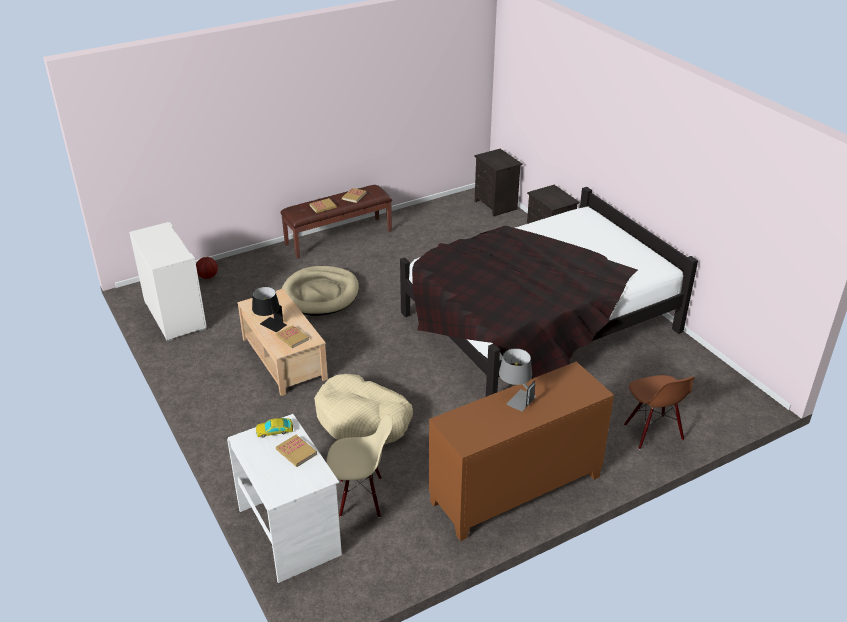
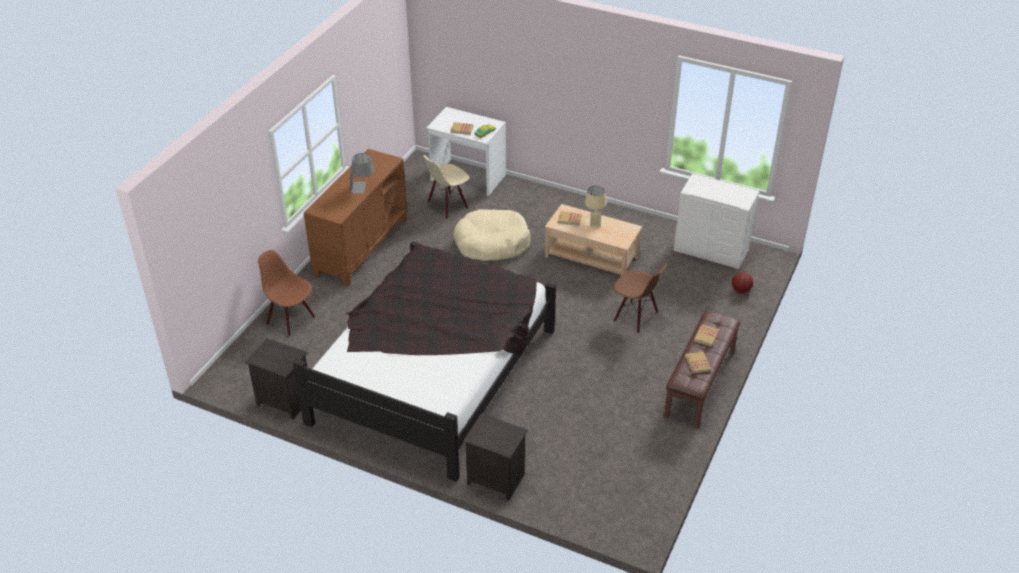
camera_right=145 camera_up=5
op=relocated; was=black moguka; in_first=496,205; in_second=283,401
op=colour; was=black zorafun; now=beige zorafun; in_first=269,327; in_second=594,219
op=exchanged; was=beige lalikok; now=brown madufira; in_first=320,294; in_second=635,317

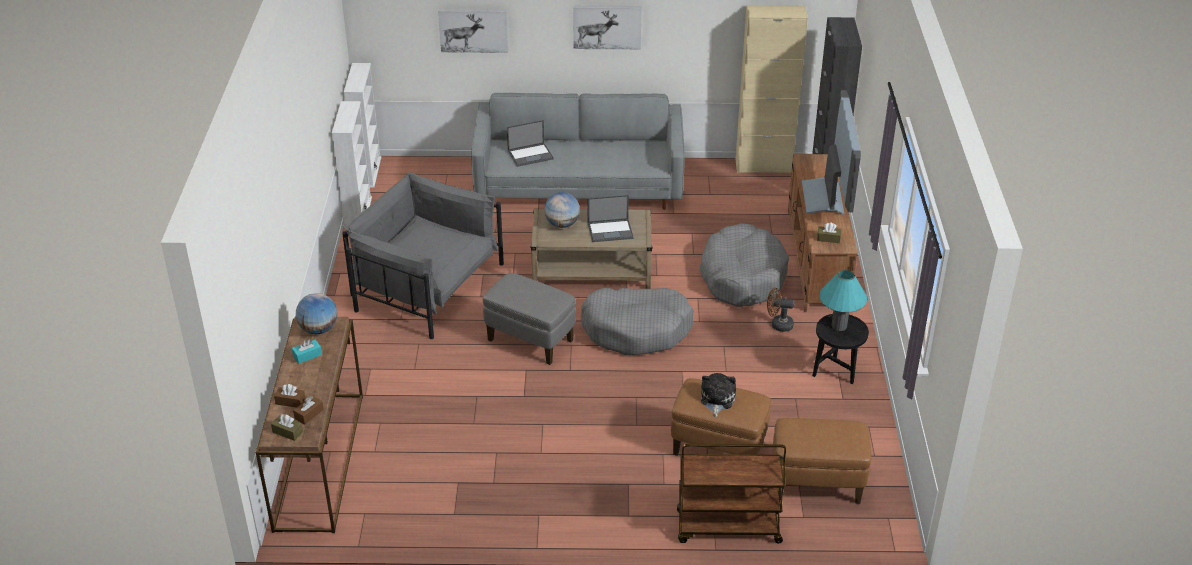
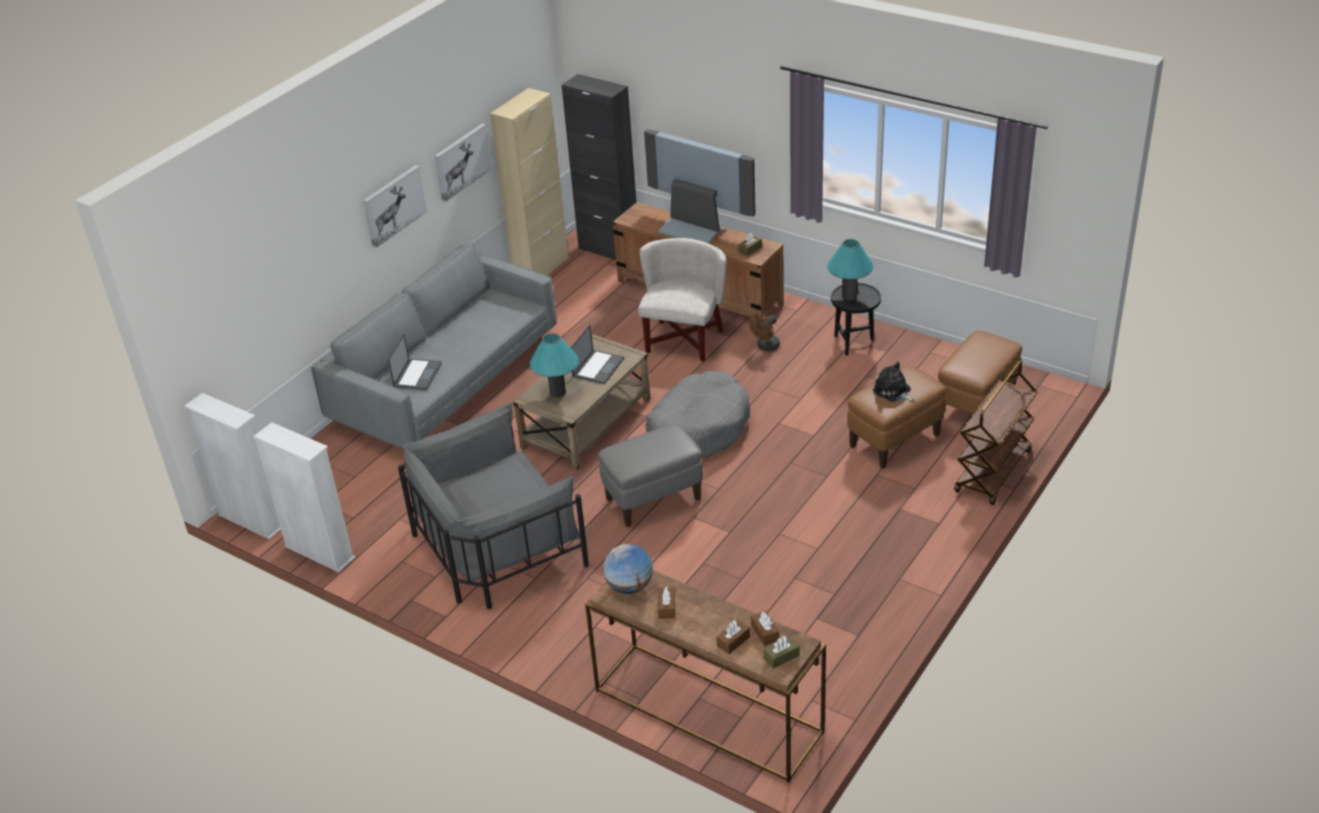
camera_right=-55 camera_up=0
op=relocated; was=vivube; in_first=473,30; in_second=462,161
op=exchanged; was=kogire; now=turquoise zorafun; in_first=562,224; in_second=557,392
op=exchanged; was=grey lalikok; now=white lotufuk; in_first=742,276; in_second=683,340
op=colour; was=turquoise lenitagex; now=brown lenitagex; in_first=307,355; in_second=666,607

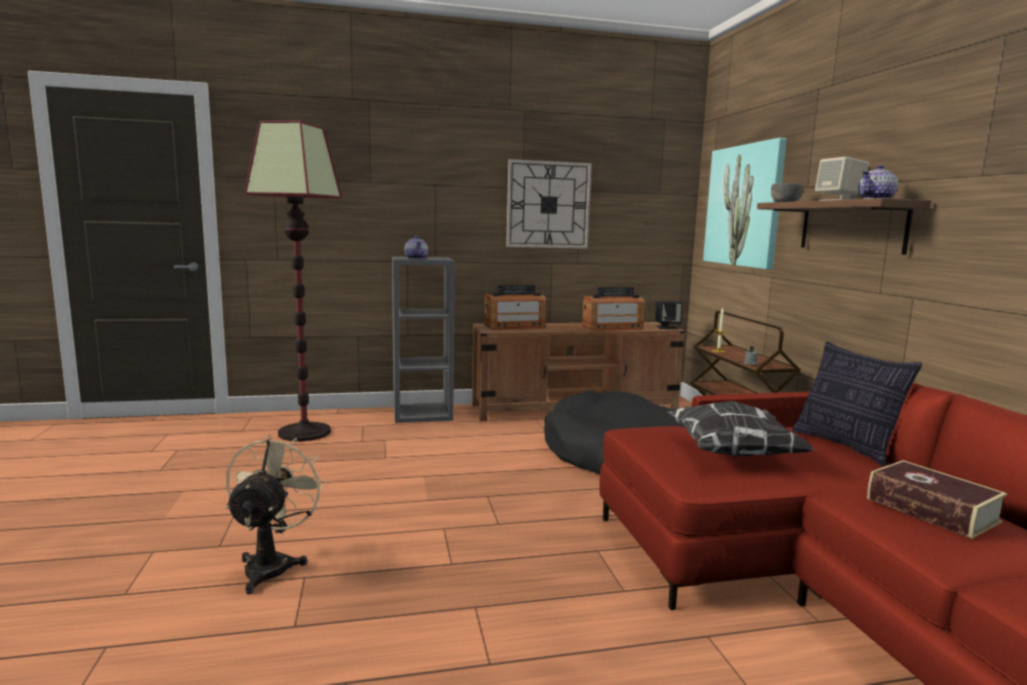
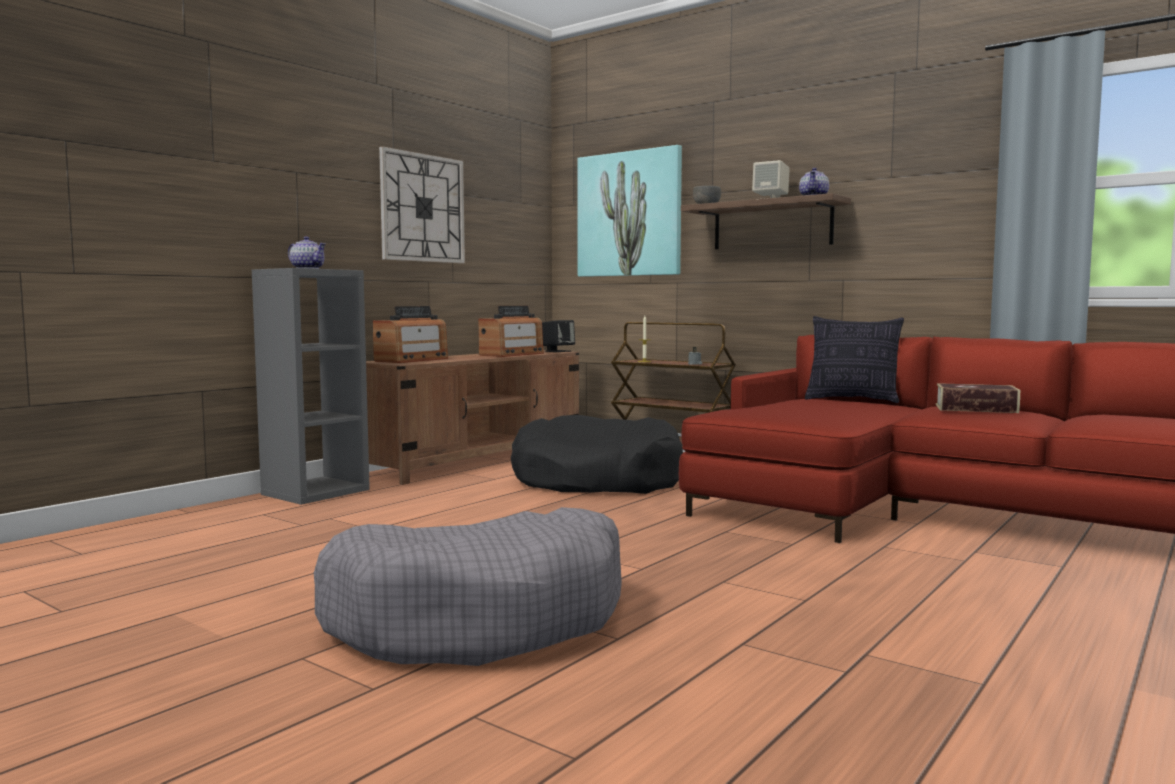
camera_right=-40 camera_up=-5
op=exchanged; was=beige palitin; now=grey lalikok; in_first=272,564; in_second=480,619
op=missing; was=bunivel; in_first=305,432
op=missing; was=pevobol; in_first=733,453

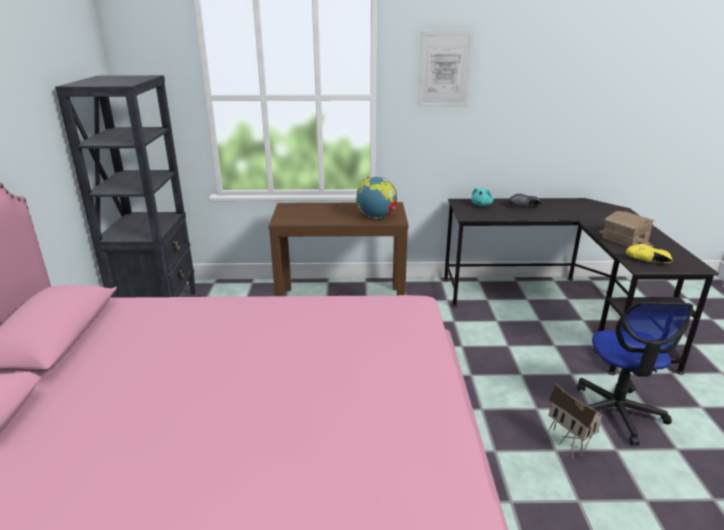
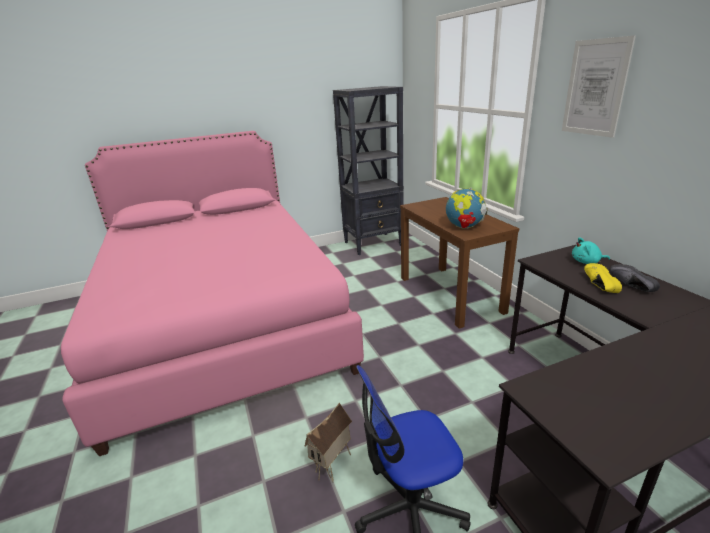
camera_right=70 camera_up=0
op=relocated; was=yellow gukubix; in_first=648,262; in_second=596,285
op=missing; was=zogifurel; in_first=624,239

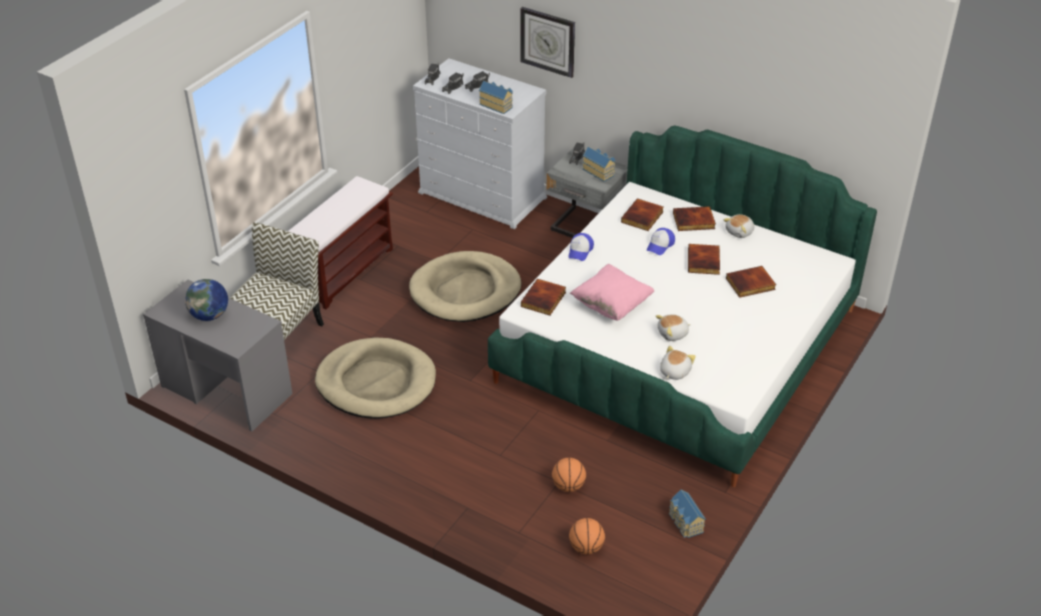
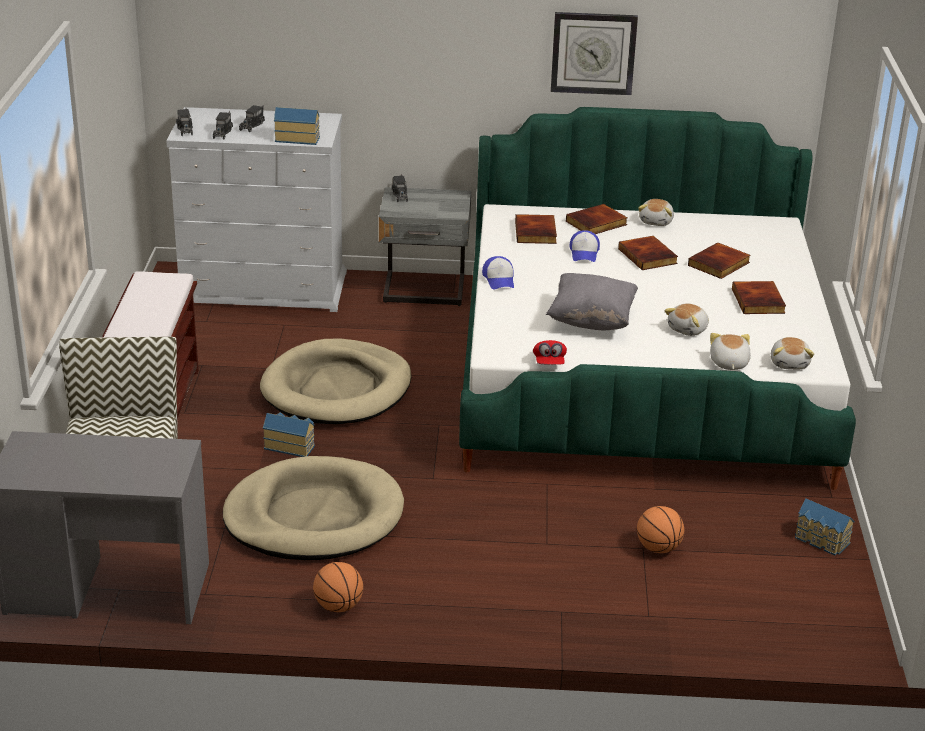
camera_right=-30 camera_up=-10
op=relocated; was=zogifurel; in_first=599,171; in_second=290,446
op=relocated; was=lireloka; in_first=586,547; in_second=338,606
op=appeared; now=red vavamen; in_second=549,362
op=colour; was=pink pevobol; now=grey pevobol; in_first=611,305; in_second=591,321
op=relocated; was=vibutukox; in_first=548,41; in_second=593,53
op=relocated; was=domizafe; in_first=544,299; in_second=759,301
op=appeared; now=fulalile; in_second=790,363
op=missing; was=kogire; in_first=210,315

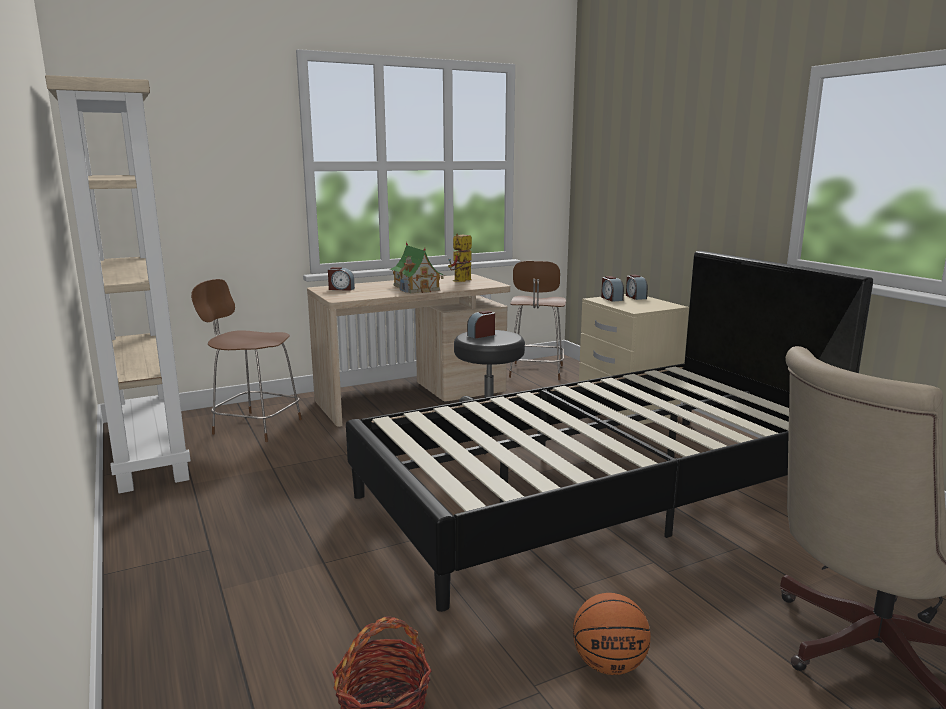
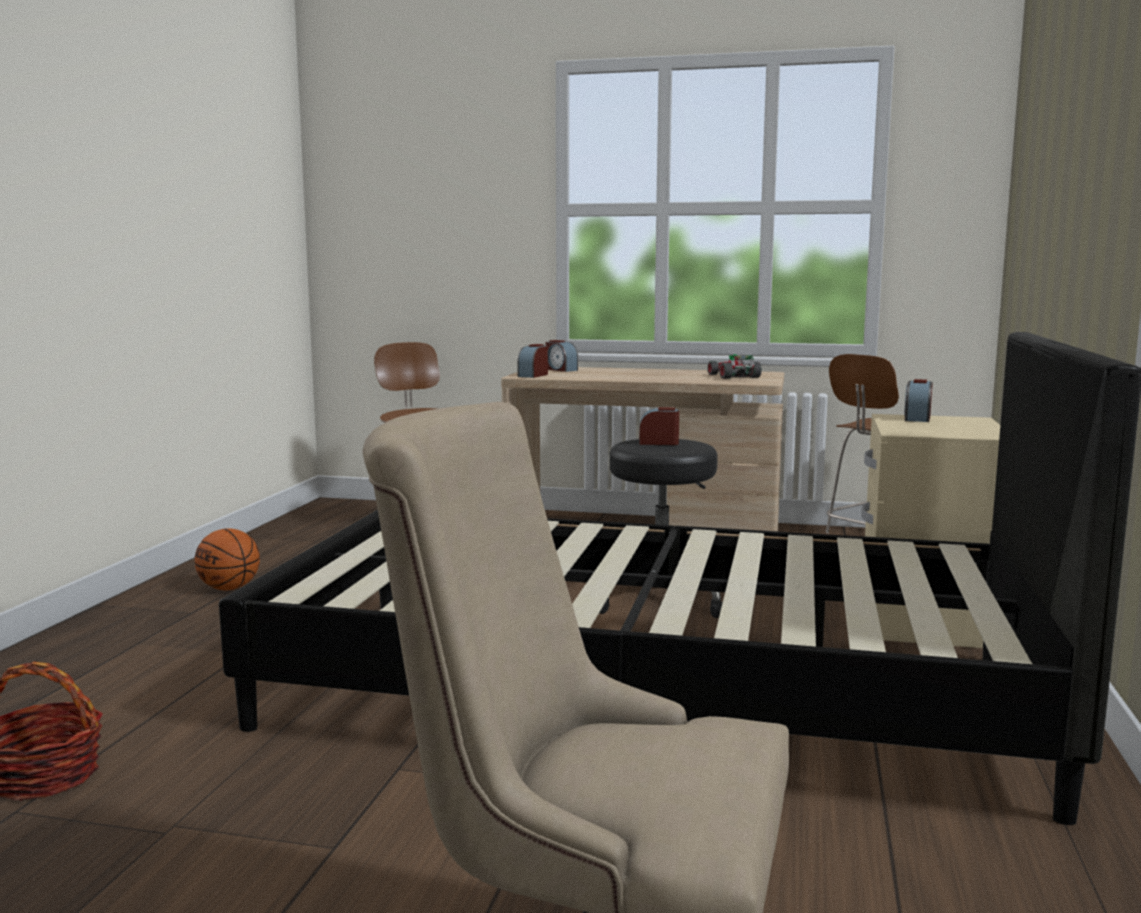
camera_right=40 camera_up=-5
op=relocated; was=lireloka; in_first=609,665; in_second=229,588
op=relocated; was=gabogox; in_first=635,297; in_second=533,375
op=exchanged; was=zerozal; now=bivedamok; in_first=461,281; in_second=731,376
op=missing; was=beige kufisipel; in_first=147,451
op=missing; was=zogifurel; in_first=416,288

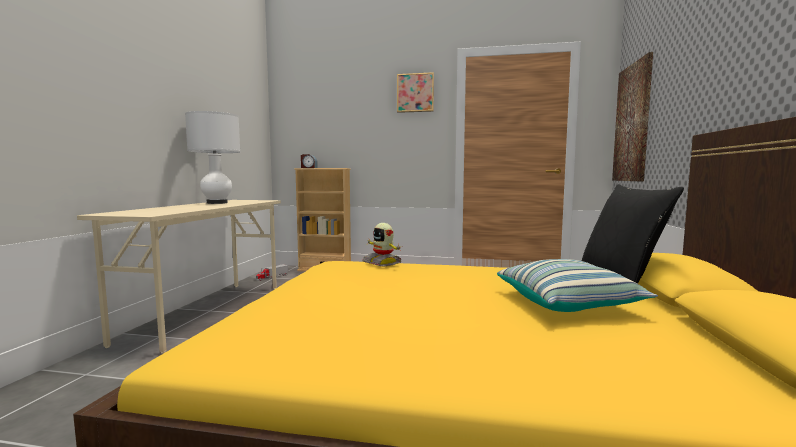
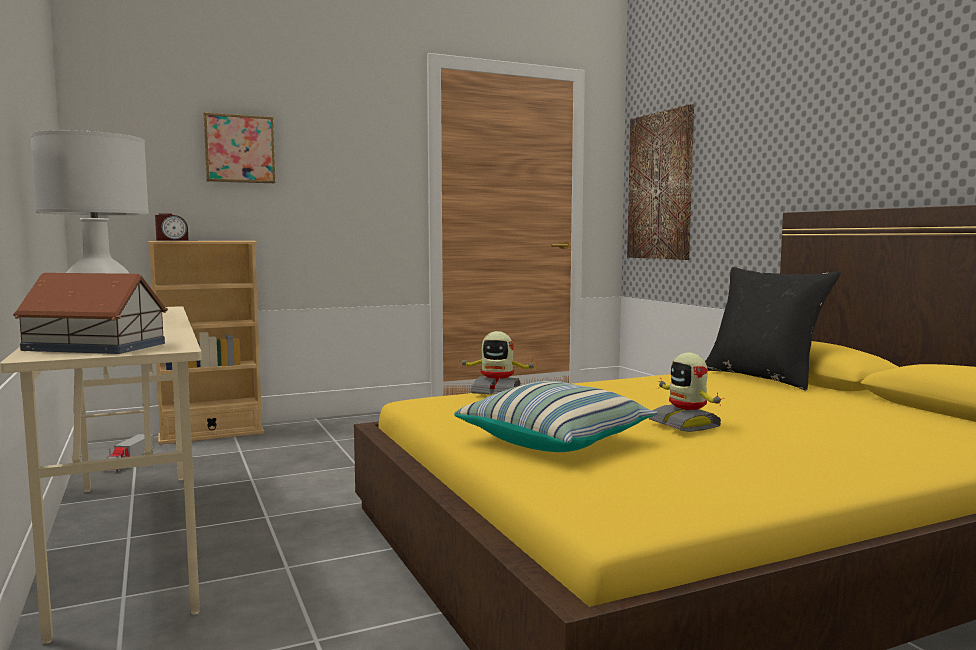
camera_right=-35 camera_up=0
op=appeared; now=zogifurel; in_second=94,346
op=relocated; was=vivube; in_first=415,93; in_second=239,149
op=relocated; was=pevobol; in_first=568,303; in_second=556,441
op=appeared; now=zerozal; in_second=685,424

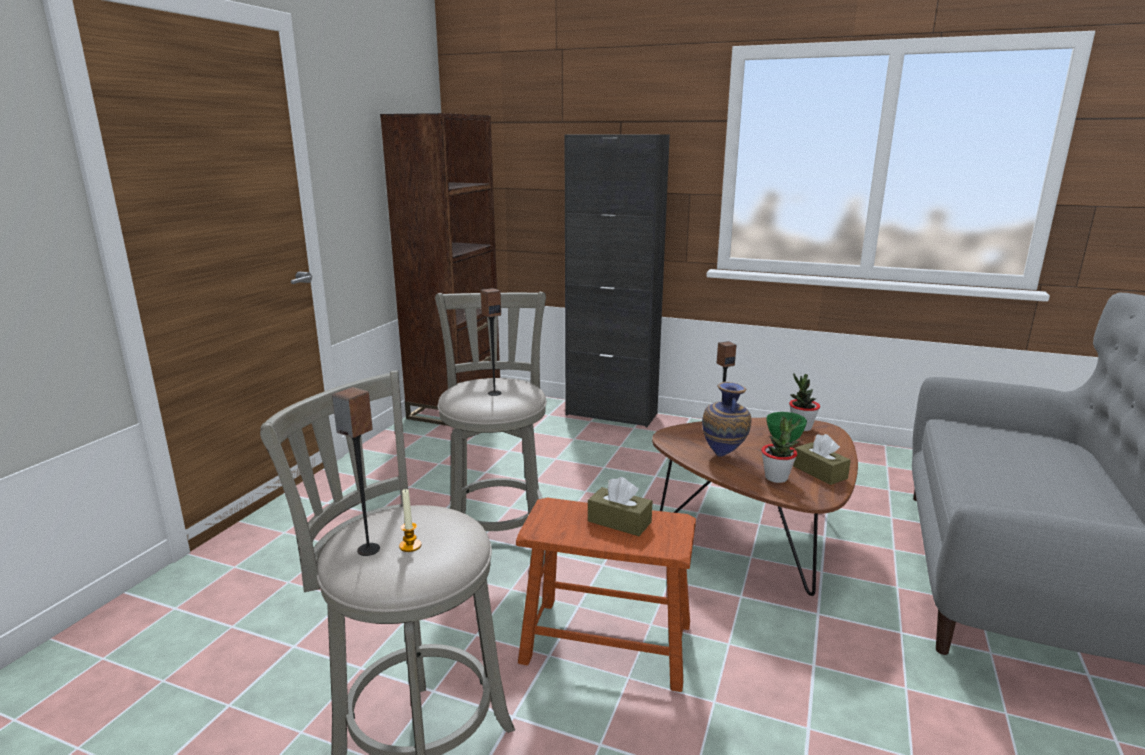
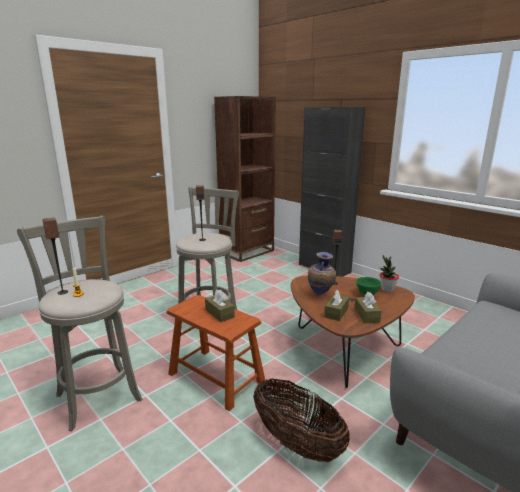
camera_right=25 camera_up=0
op=appeared; now=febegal; in_second=297,443
op=exchanged; was=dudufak; now=brown lenitagex; in_first=776,478; in_second=336,312

